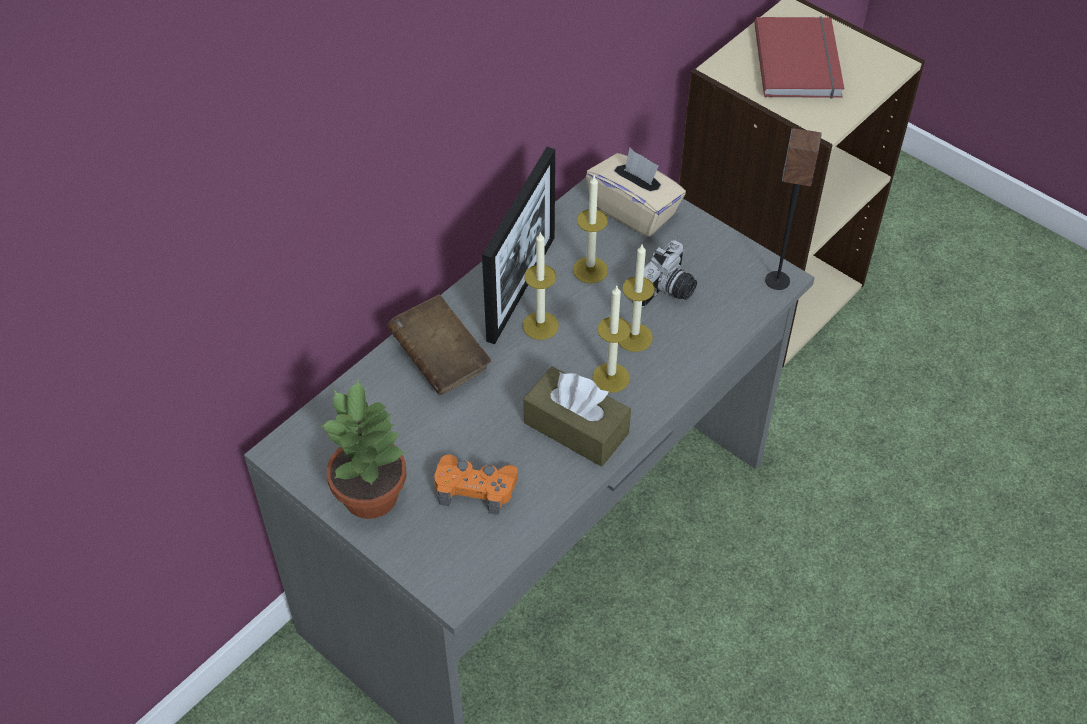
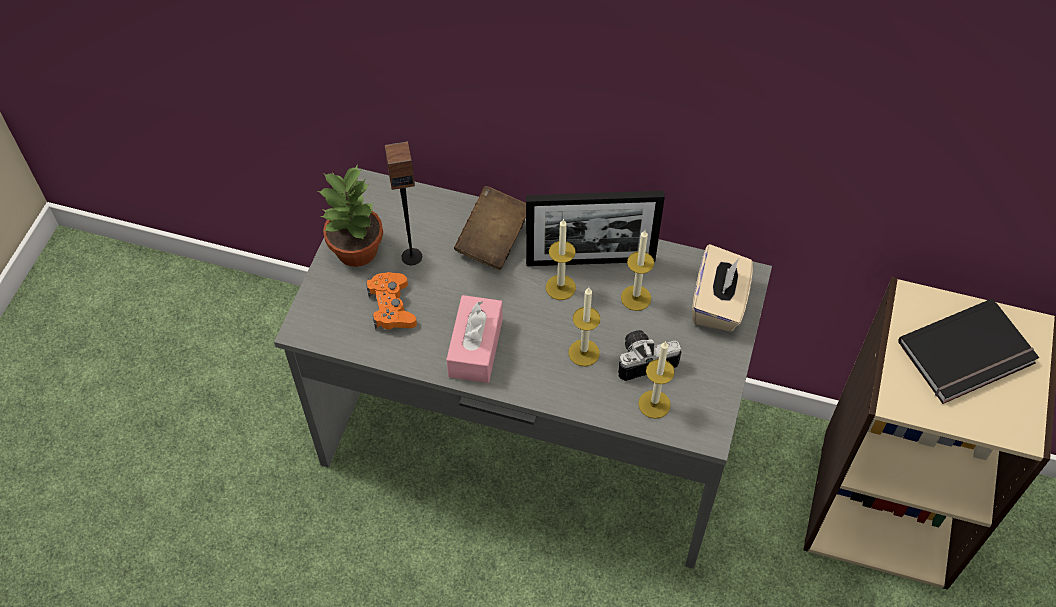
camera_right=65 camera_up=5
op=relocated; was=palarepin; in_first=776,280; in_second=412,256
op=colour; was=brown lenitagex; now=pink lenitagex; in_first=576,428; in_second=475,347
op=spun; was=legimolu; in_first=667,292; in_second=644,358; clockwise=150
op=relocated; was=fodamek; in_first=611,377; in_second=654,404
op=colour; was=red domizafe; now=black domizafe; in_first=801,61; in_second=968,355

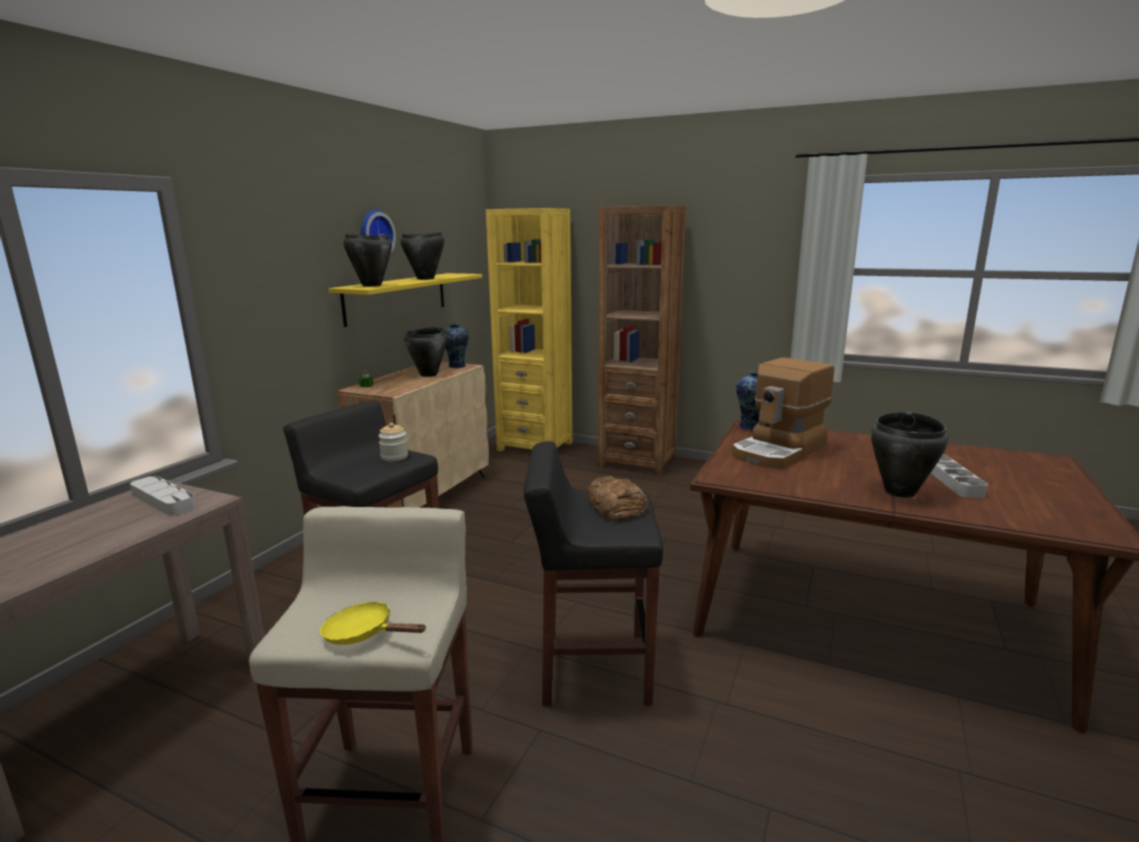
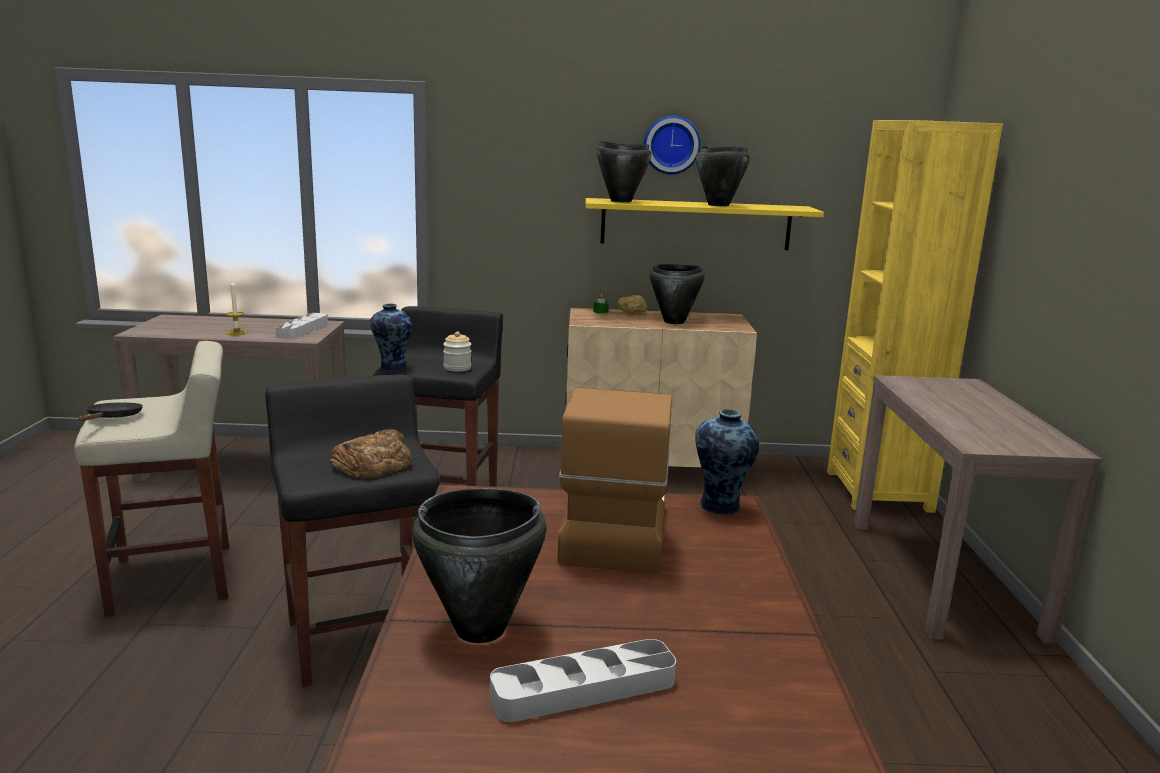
camera_right=65 camera_up=0
op=colour; was=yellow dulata; now=black dulata; in_first=364,634; in_second=112,418
op=appeared; now=fodamek; in_second=236,332
op=relocated; was=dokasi; in_first=457,366; in_second=391,368
op=spun; was=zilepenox; in_first=779,451; in_second=612,531; clockwise=75
op=appeared; now=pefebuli; in_second=632,313
op=exchanged; was=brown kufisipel; now=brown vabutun; in_first=637,462; in_second=943,576

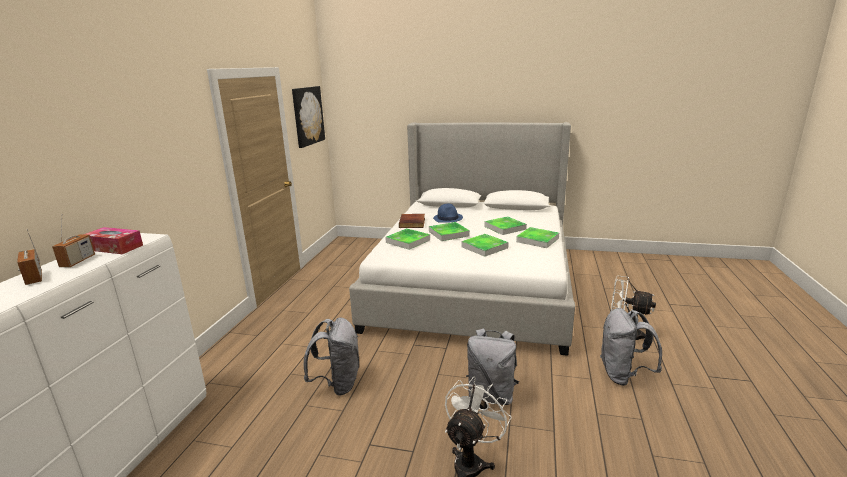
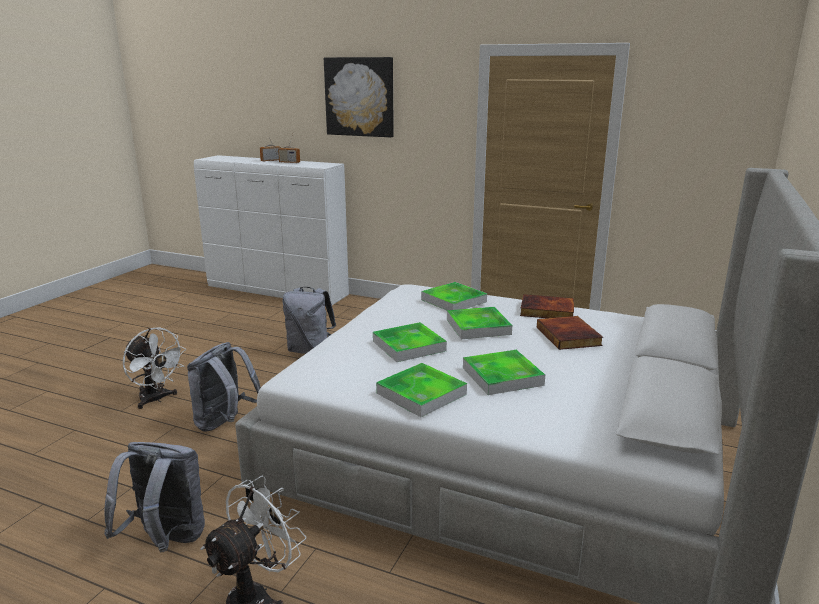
camera_right=100 camera_up=0
op=relocated; was=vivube; in_first=307,116; in_second=359,97
op=exchanged; was=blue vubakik; now=domizafe; in_first=448,218; in_second=569,336
op=missing; was=lenitagex; in_first=114,247

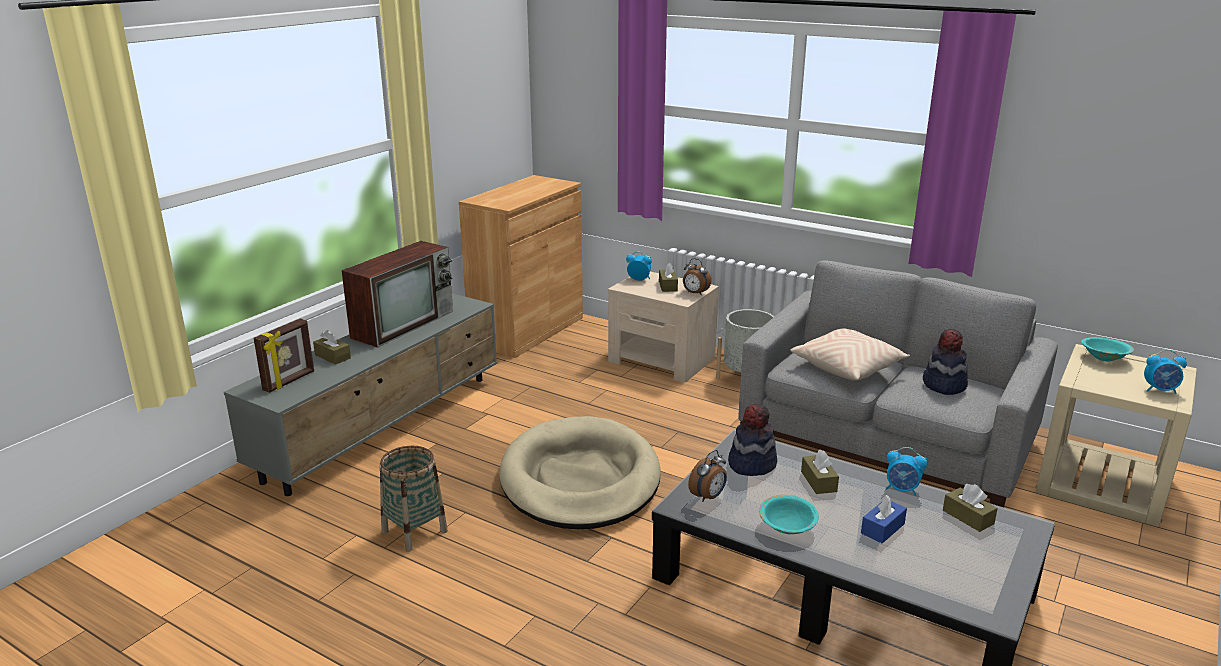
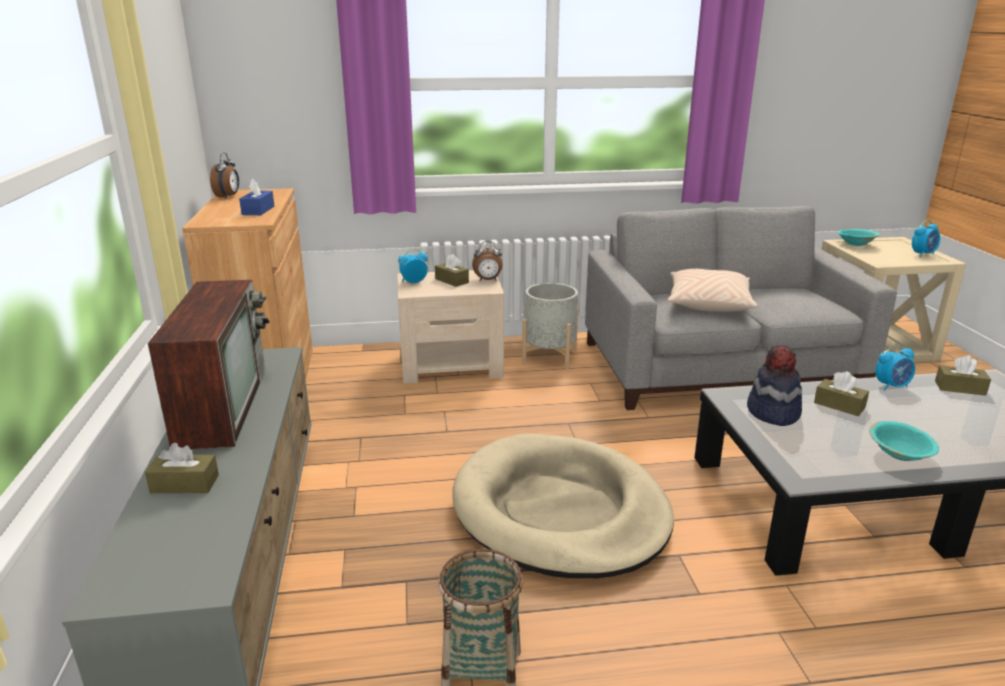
camera_right=-40 camera_up=0
op=relocated; was=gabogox; in_first=708,497; in_second=228,197
op=relocated; was=blue lenitagex; in_first=882,528; in_second=258,210
op=missing; was=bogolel; in_first=289,381
op=missing; was=vubakik; in_first=943,385

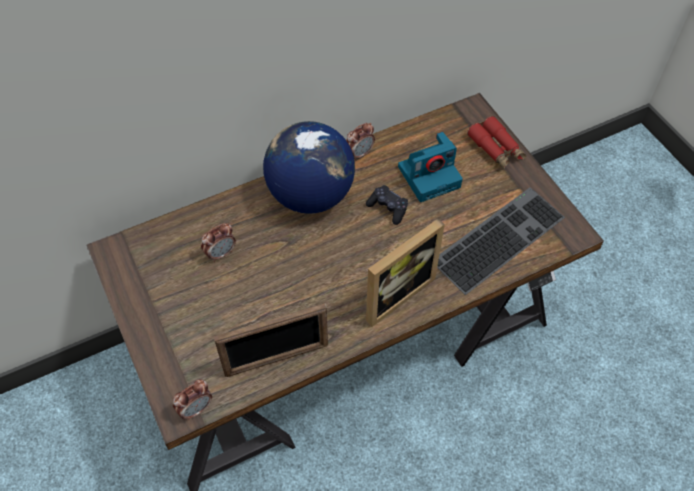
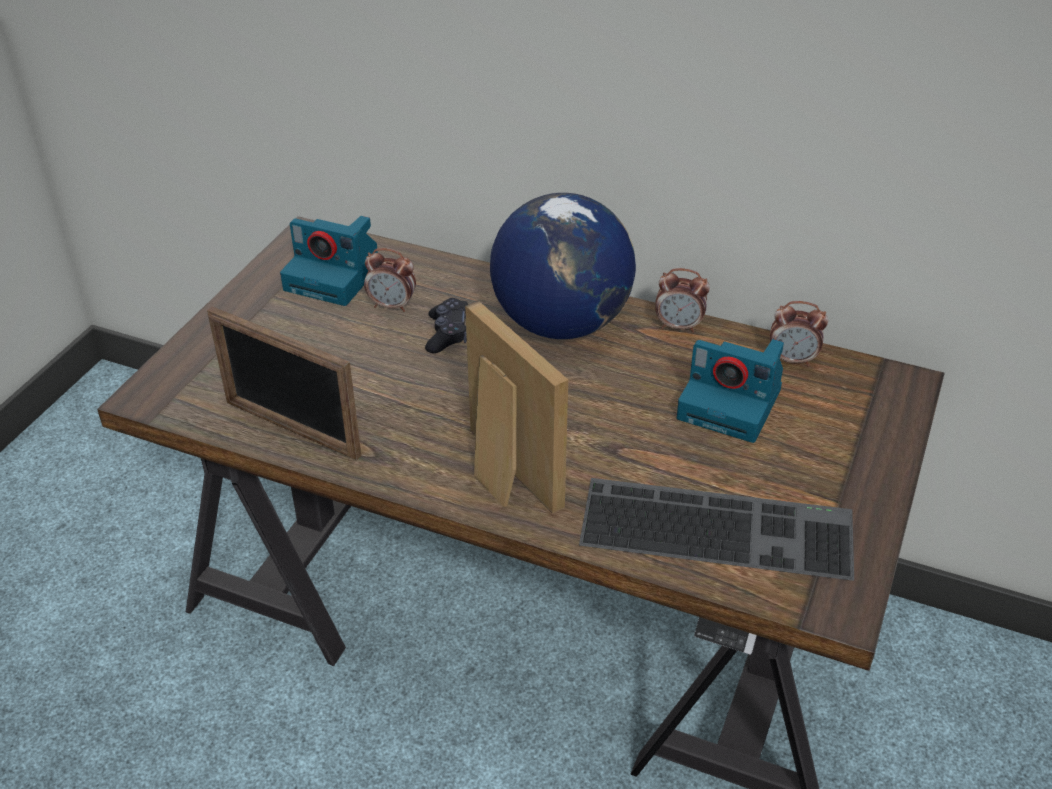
camera_right=50 camera_up=-15
op=appeared; now=legimolu; in_second=335,277
op=relocated; was=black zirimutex; in_first=388,208; in_second=448,334
op=spun; was=bogolel; in_first=394,293; in_second=501,474; clockwise=-135
op=relocated; was=gabogox; in_first=196,409; in_second=792,360
op=missing; was=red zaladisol; in_first=496,148

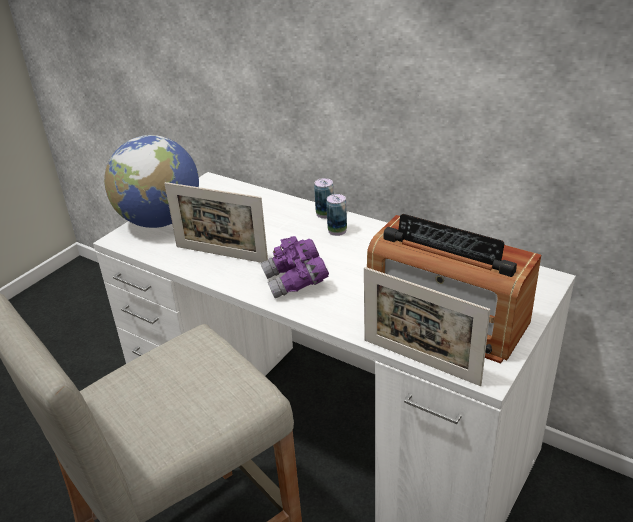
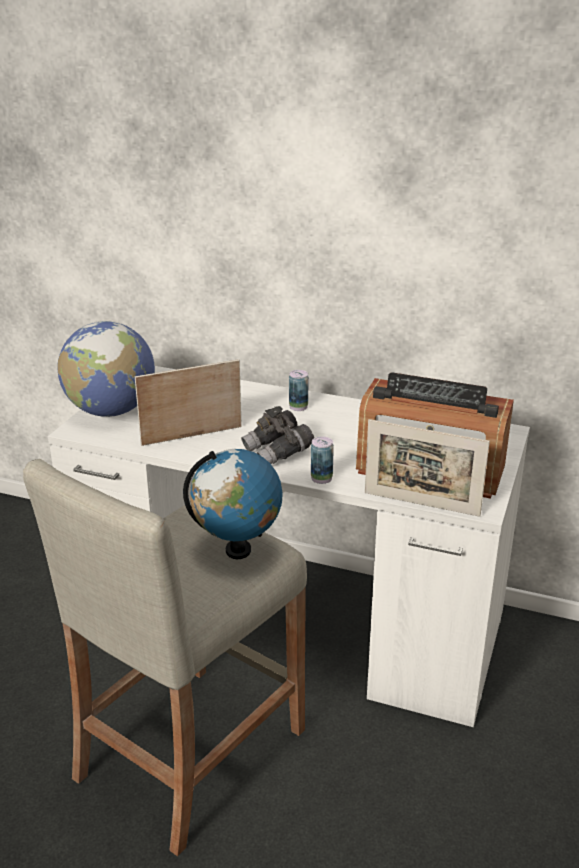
camera_right=-15 camera_up=-5
op=spun; was=bogolel; in_first=221,254; in_second=192,436; clockwise=150
op=appeared; now=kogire; in_second=238,550
op=colour; was=purple zaladisol; now=grey zaladisol; in_first=295,282; in_second=278,452
op=relocated; was=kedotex; in_first=325,214; in_second=321,478

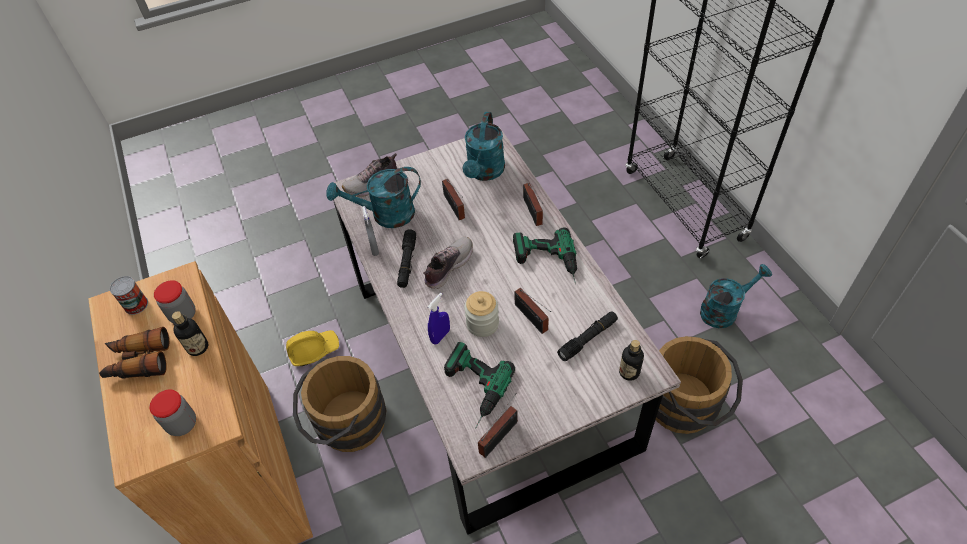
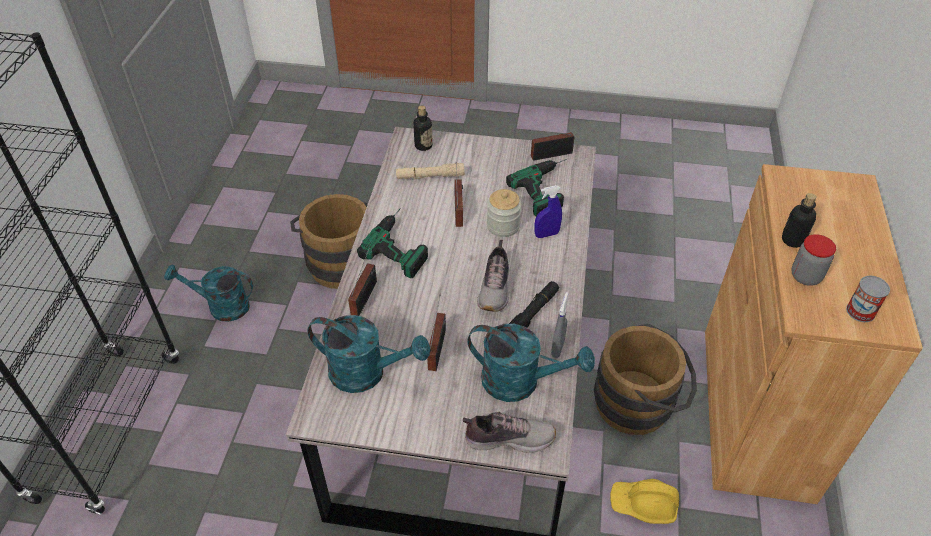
camera_right=-150 camera_up=-5
op=spun; was=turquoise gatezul; in_first=484,172; in_second=367,373; clockwise=60
op=colour; was=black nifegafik; now=beige nifegafik; in_first=588,339; in_second=430,176
op=spun; was=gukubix; in_first=447,267; in_second=495,288; clockwise=-60
op=missing; was=zaladisol; in_first=138,361
op=missing; was=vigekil; in_first=182,424

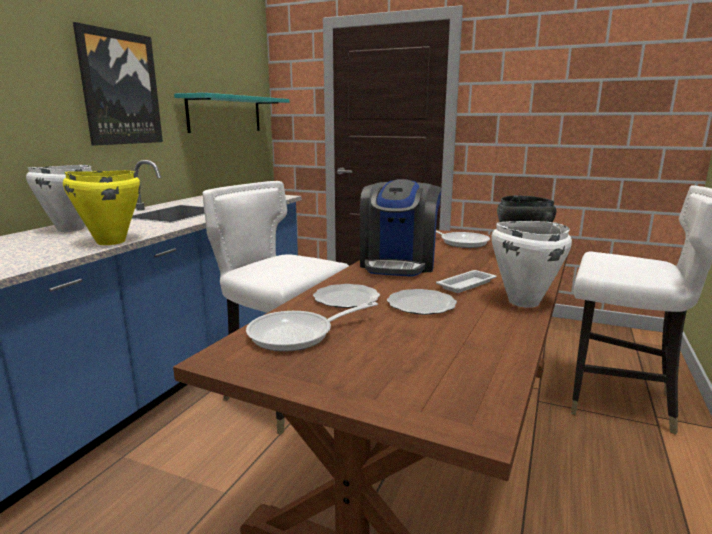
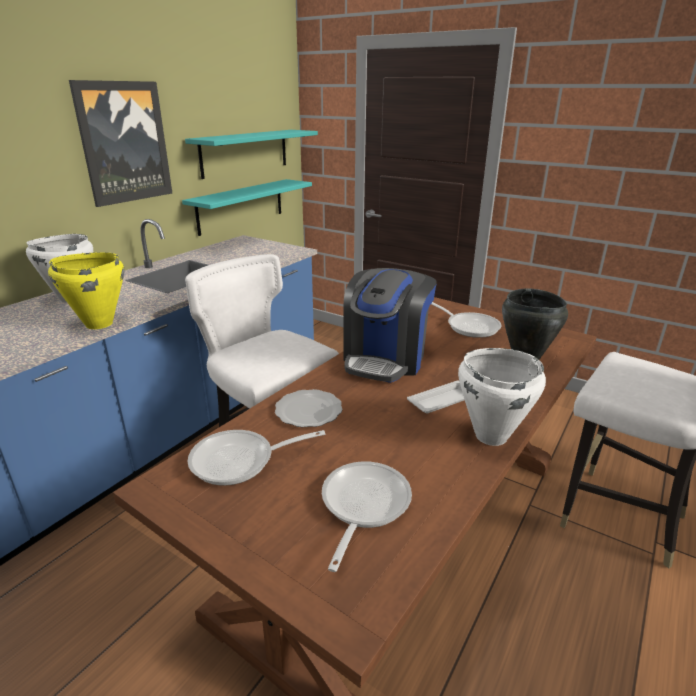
camera_right=10 camera_up=10
op=appeared; now=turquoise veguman; in_second=241,206
op=appeared; now=dulata; in_second=362,506
op=missing; was=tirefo; in_first=422,304

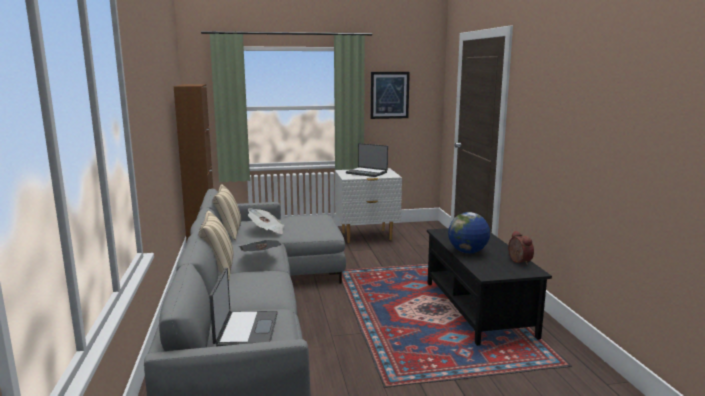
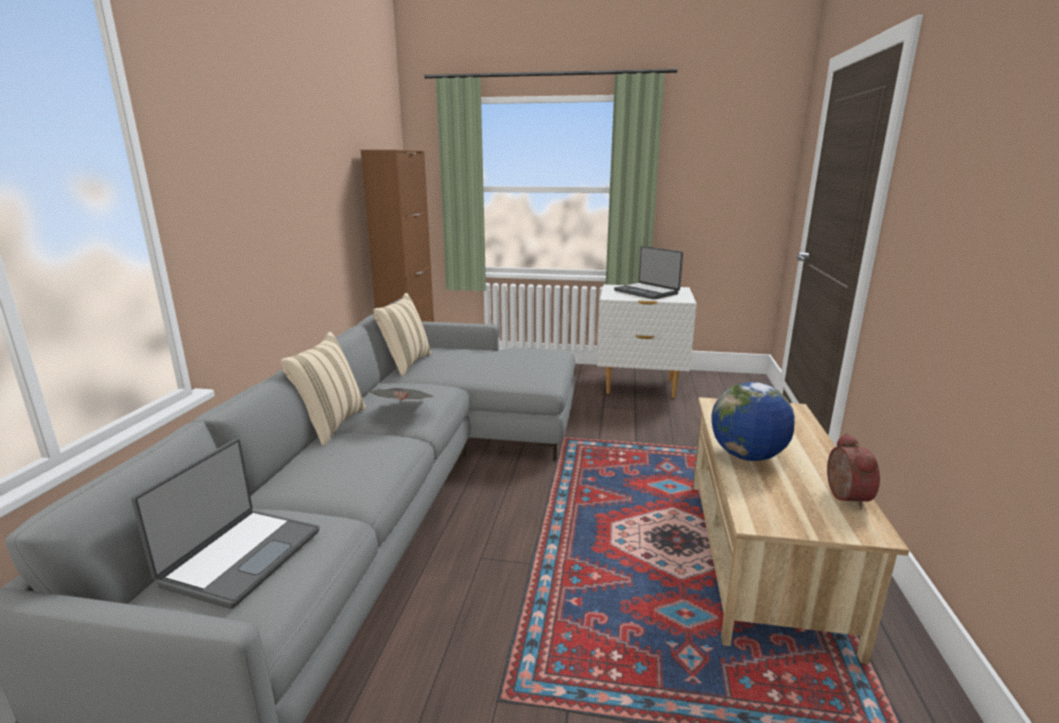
camera_right=20 camera_up=5
op=colour; was=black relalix; now=beige relalix; in_first=477,308; in_second=760,556
op=missing; was=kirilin; in_first=267,230
op=missing; was=vivube; in_first=389,95

